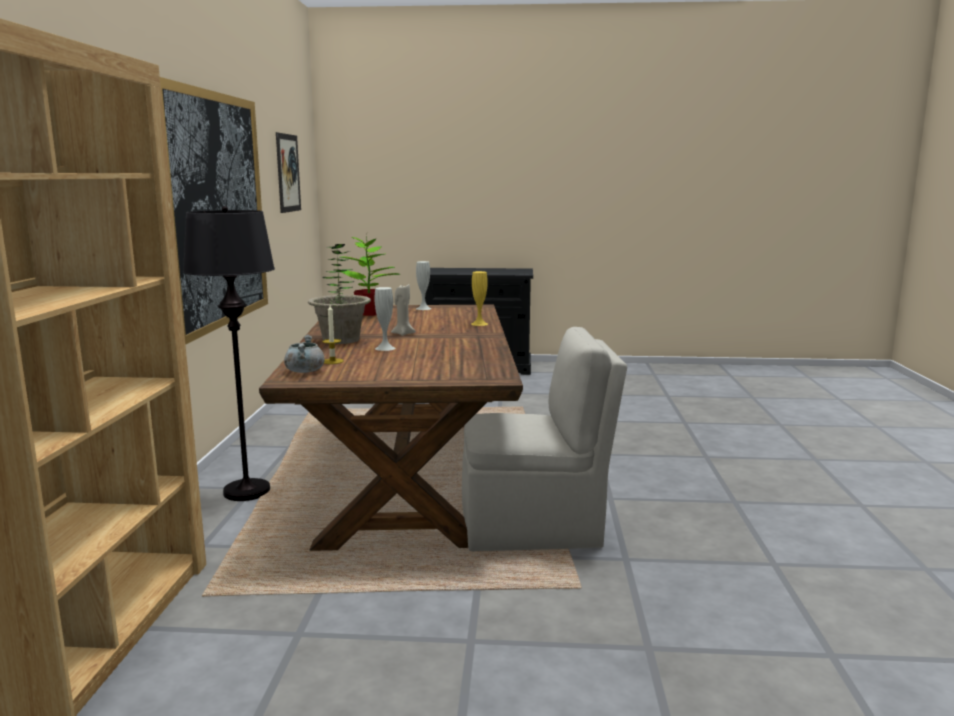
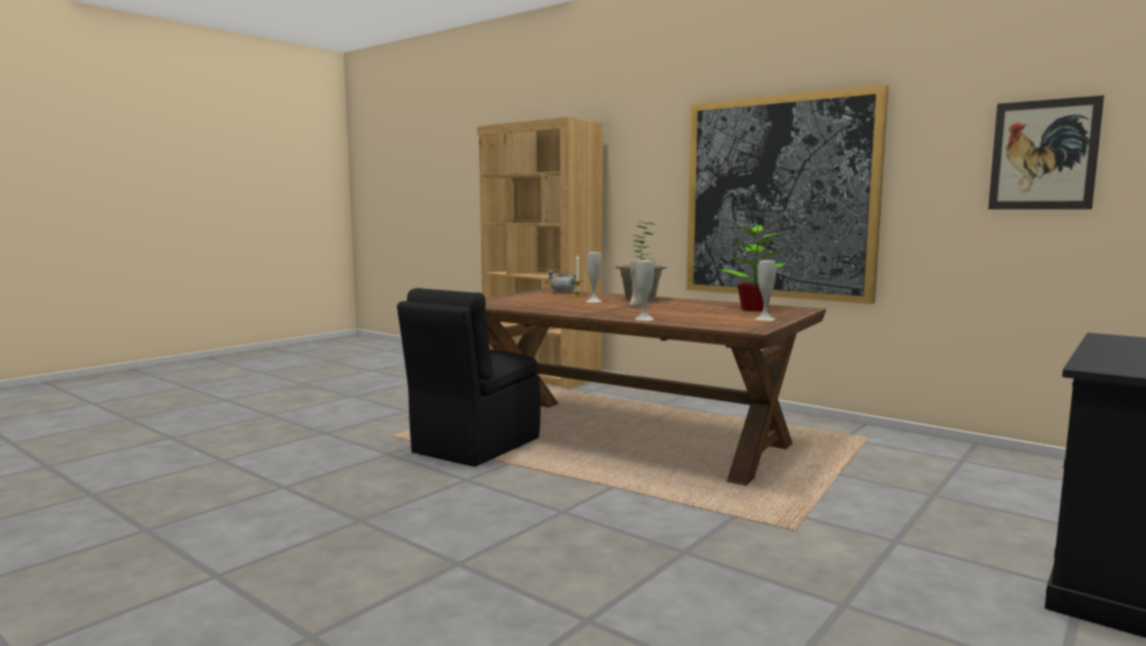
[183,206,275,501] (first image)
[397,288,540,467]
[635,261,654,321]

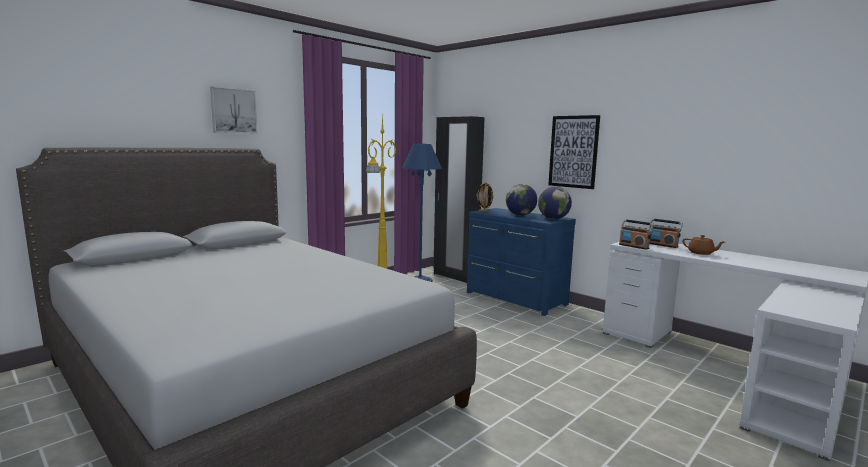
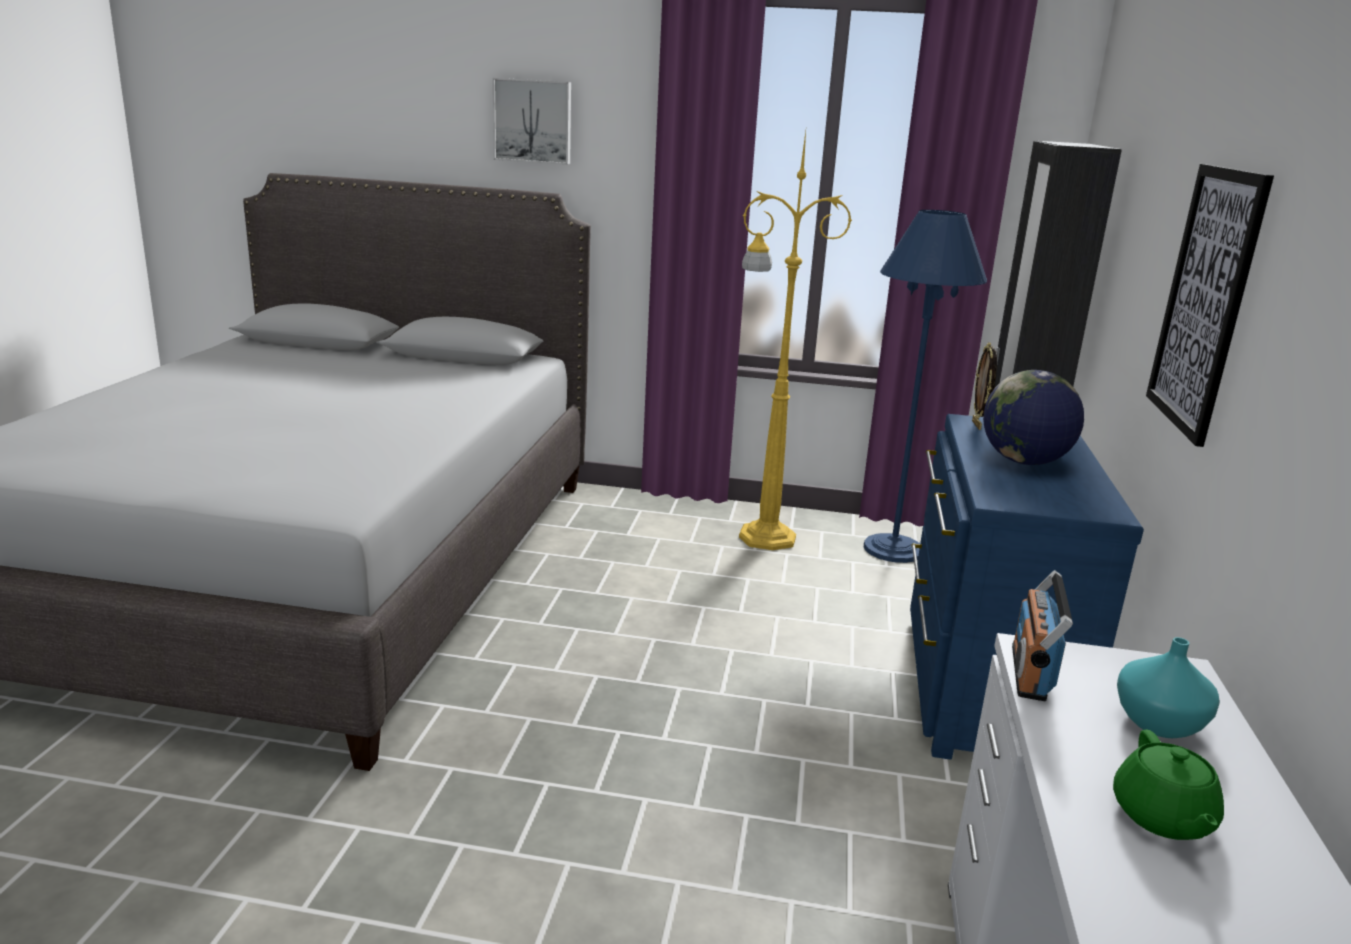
[538,186,572,219] (first image)
[1117,637,1220,738]
[1113,730,1224,840]

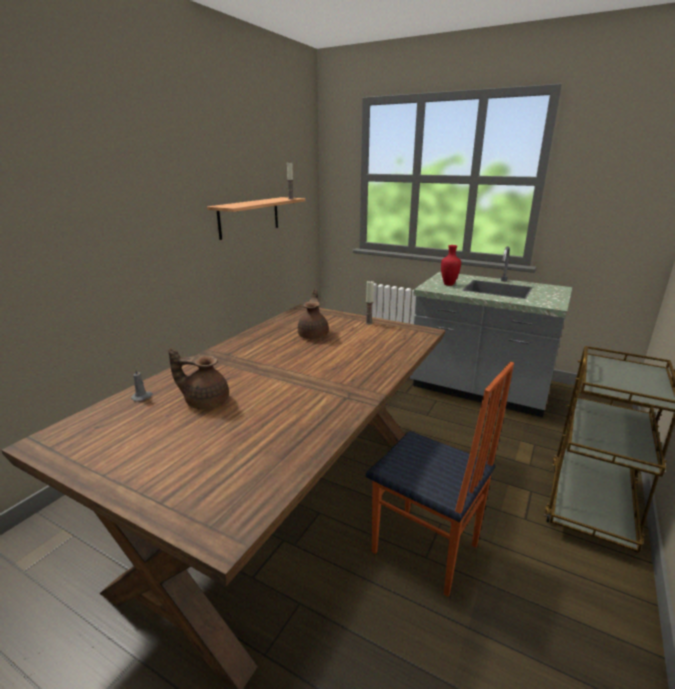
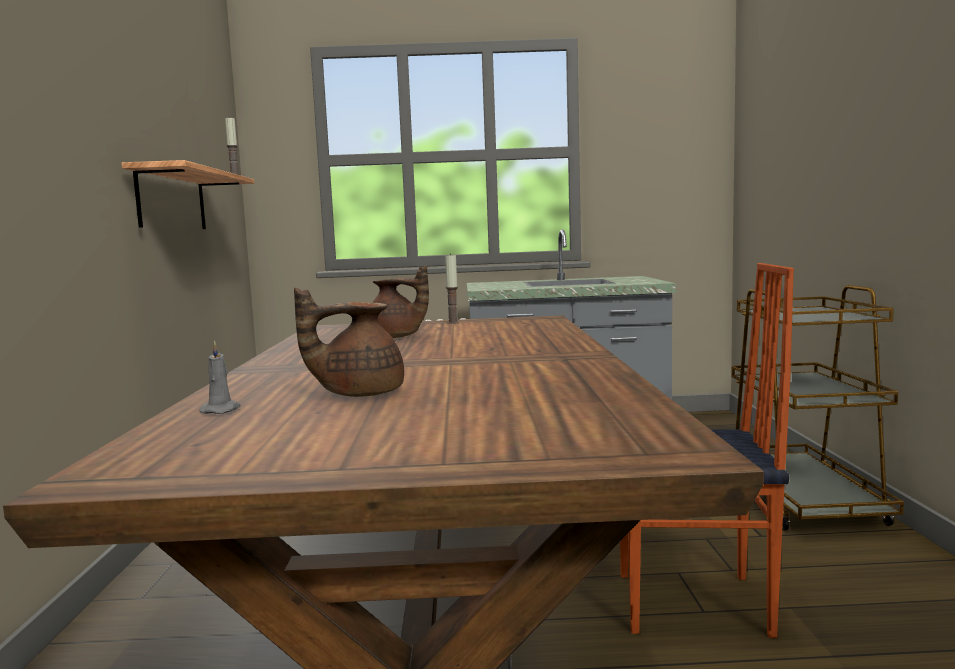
[441,245,461,286] (first image)
[372,265,429,338]

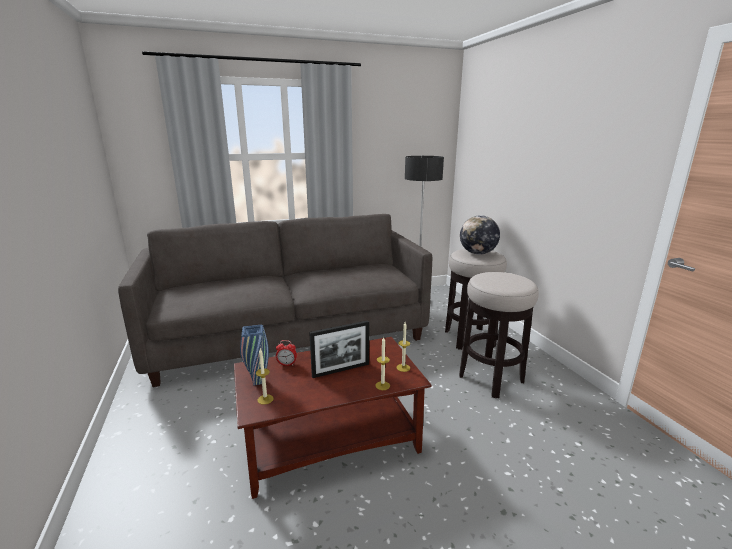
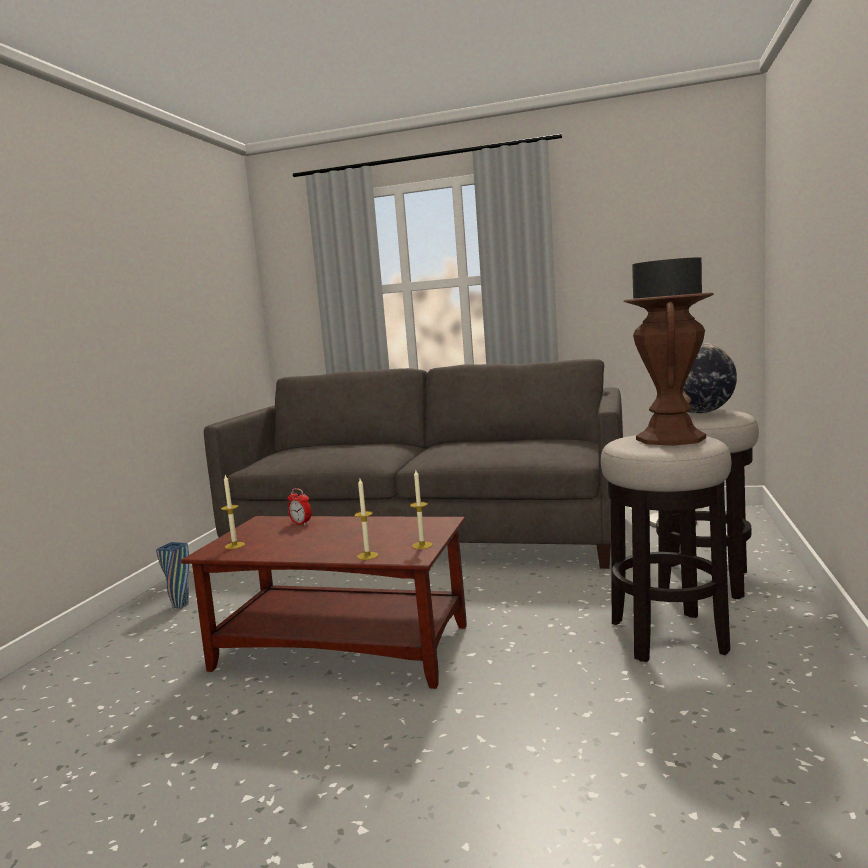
[309,320,369,378] (first image)
[623,292,714,446]
[156,542,189,609]

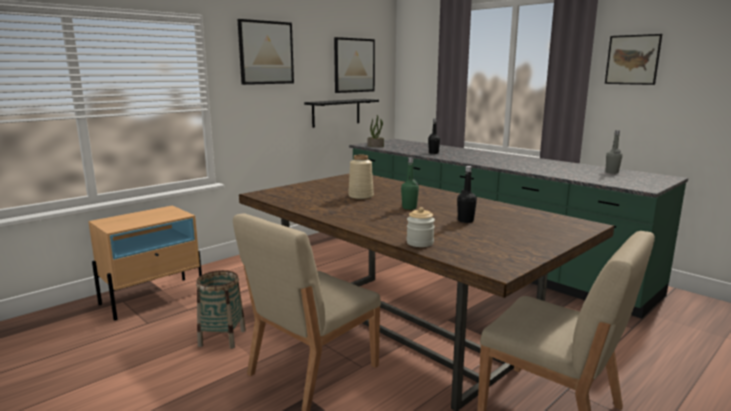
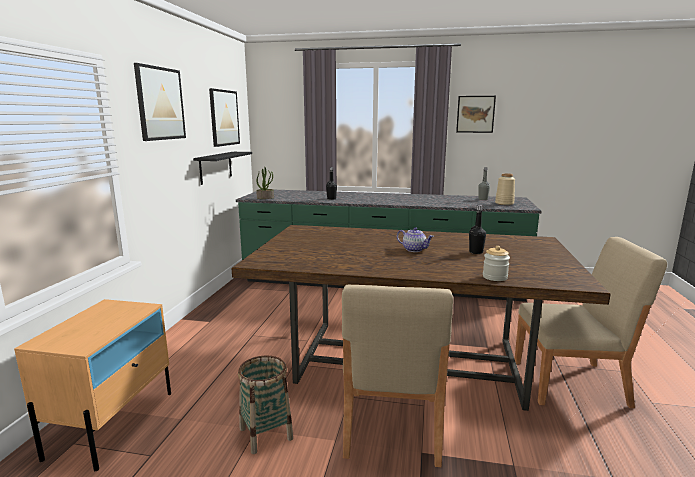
[495,173,515,205]
[397,227,434,252]

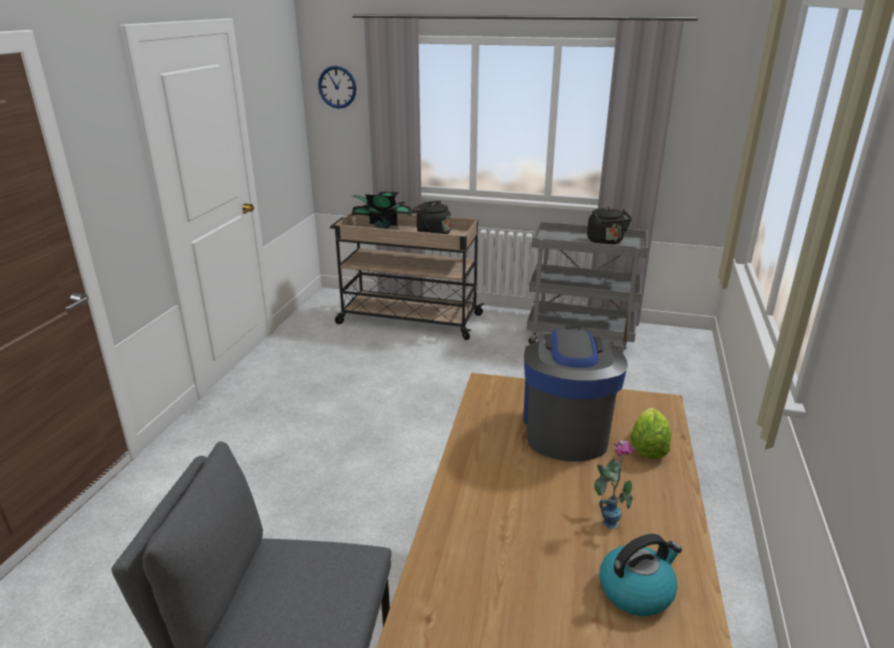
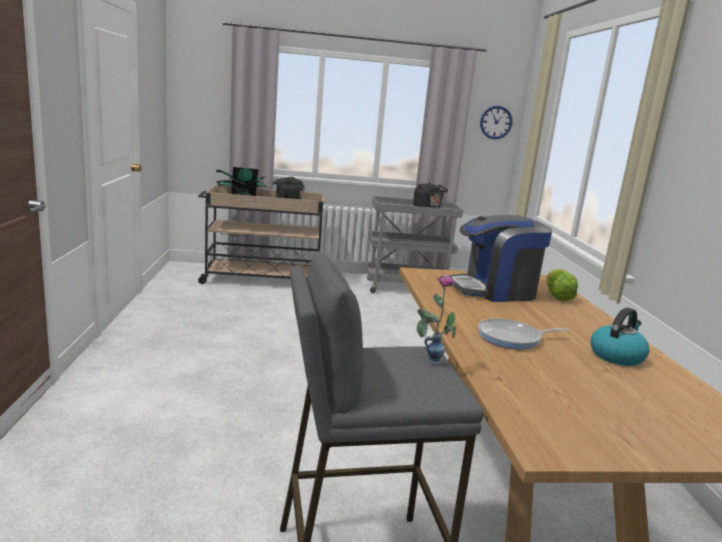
[478,318,569,349]
[480,106,512,139]
[417,275,456,364]
[449,215,552,302]

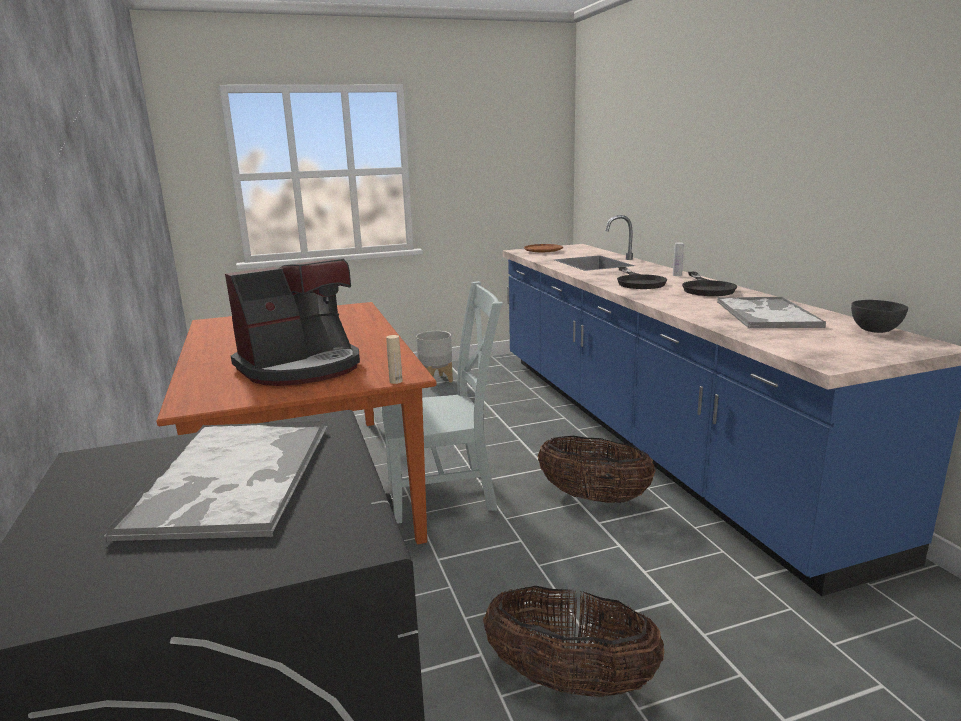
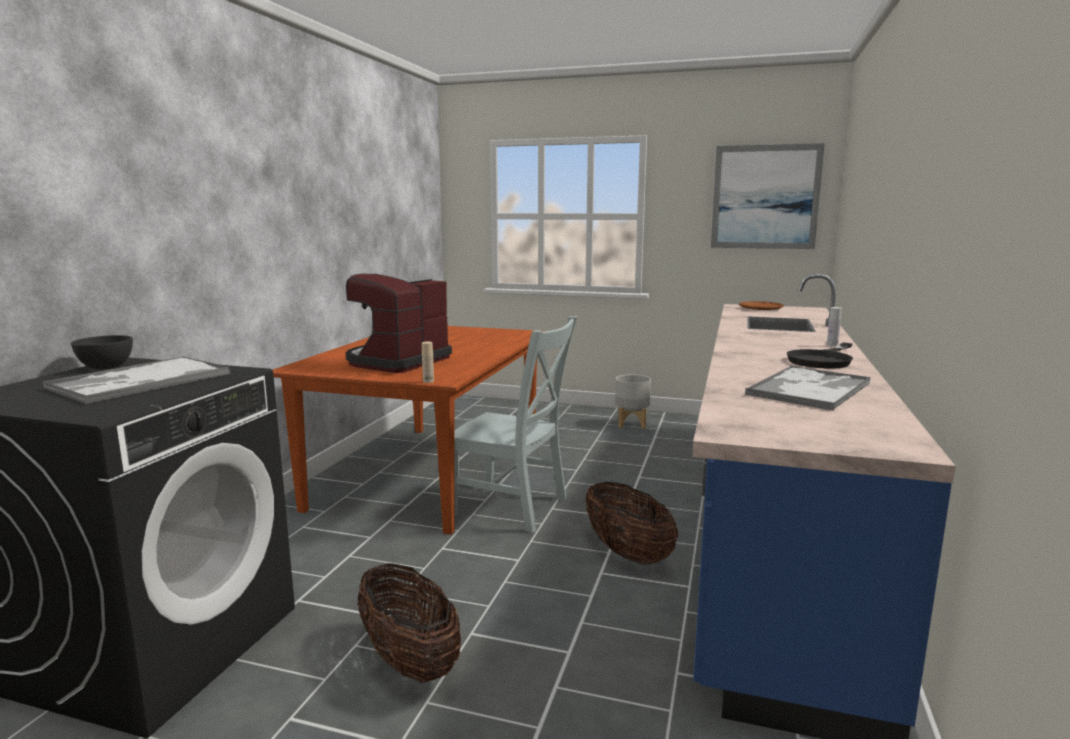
[617,267,668,289] (first image)
[711,143,825,249]
[71,335,133,369]
[346,274,452,373]

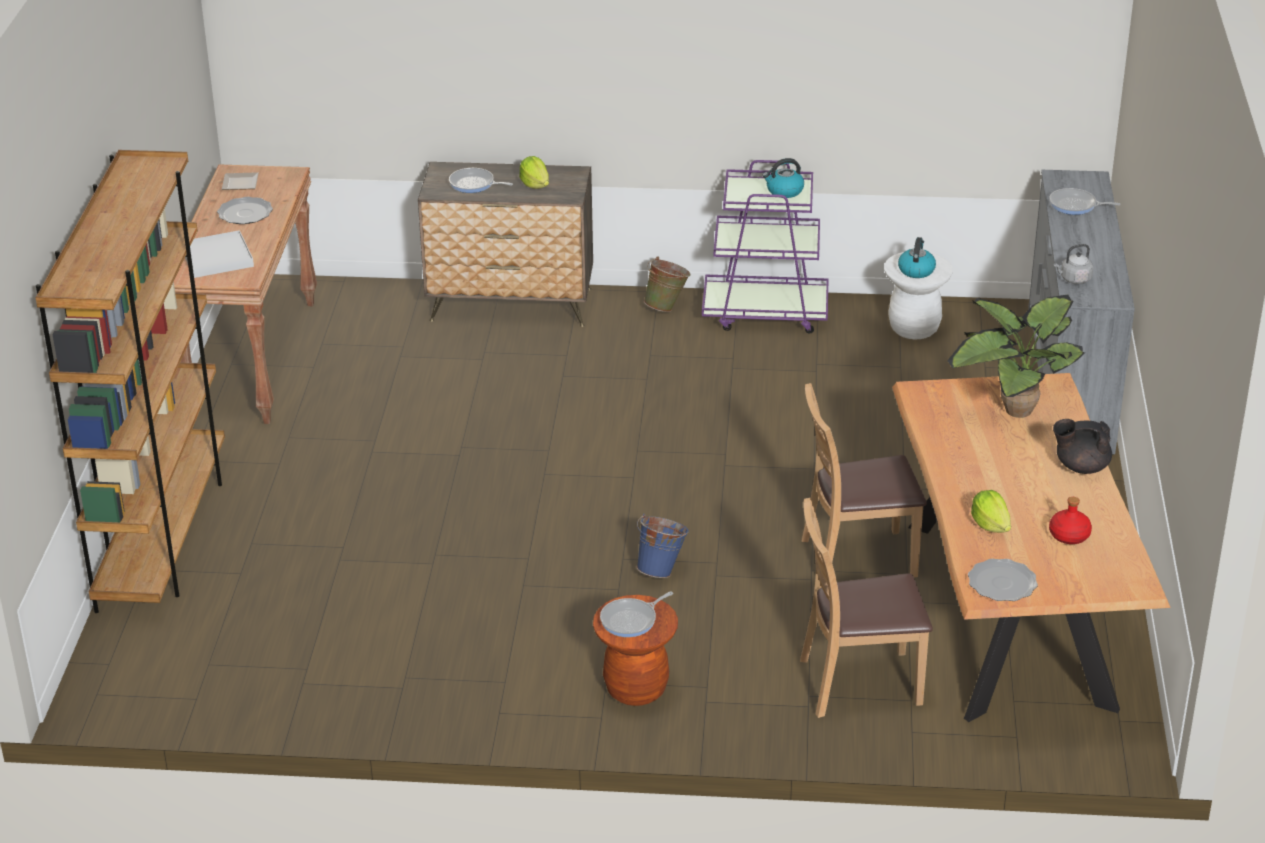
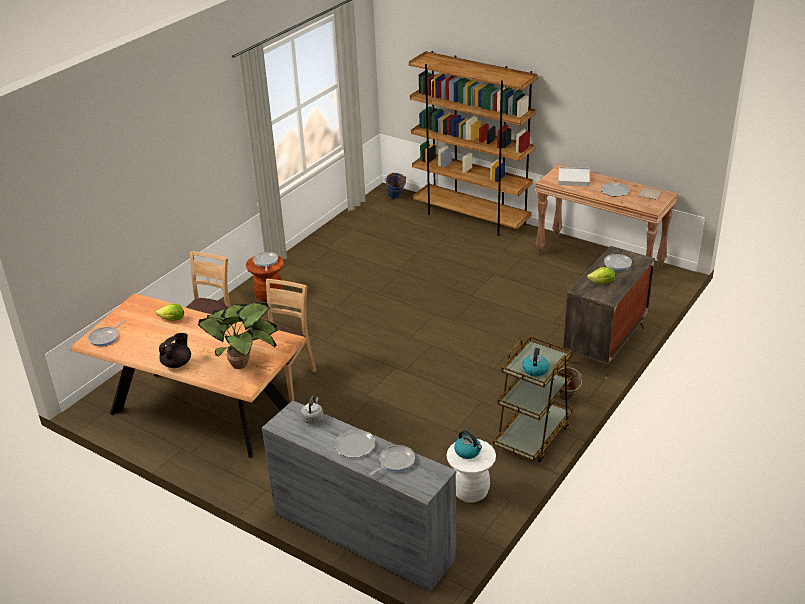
[1049,497,1092,544] (first image)
[88,320,126,346]
[385,173,406,199]
[334,429,376,458]
[493,336,573,463]

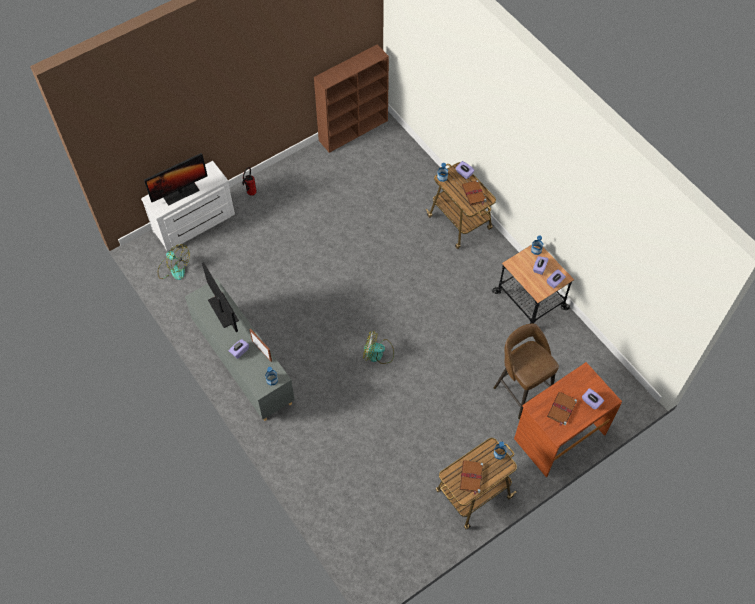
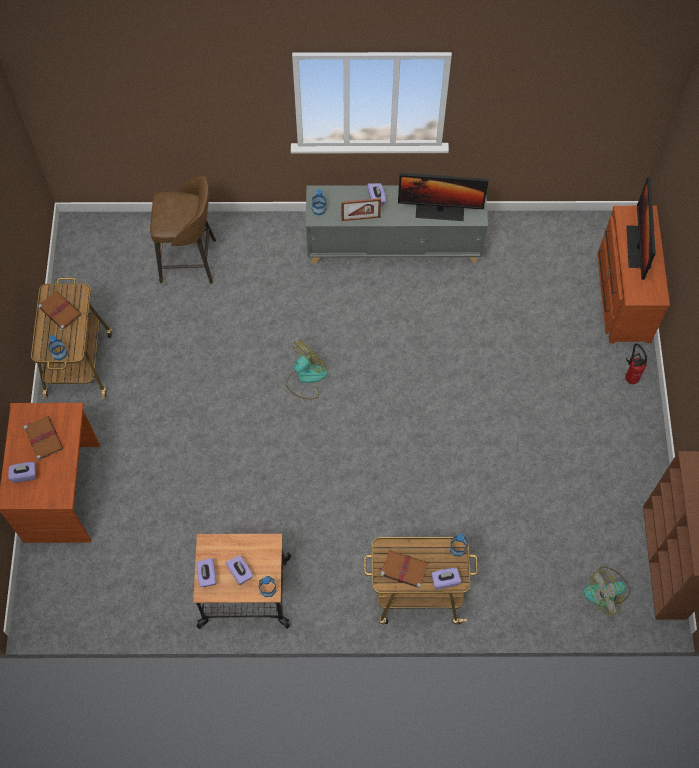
[583,566,630,615]
[150,176,216,284]
[597,206,670,343]

